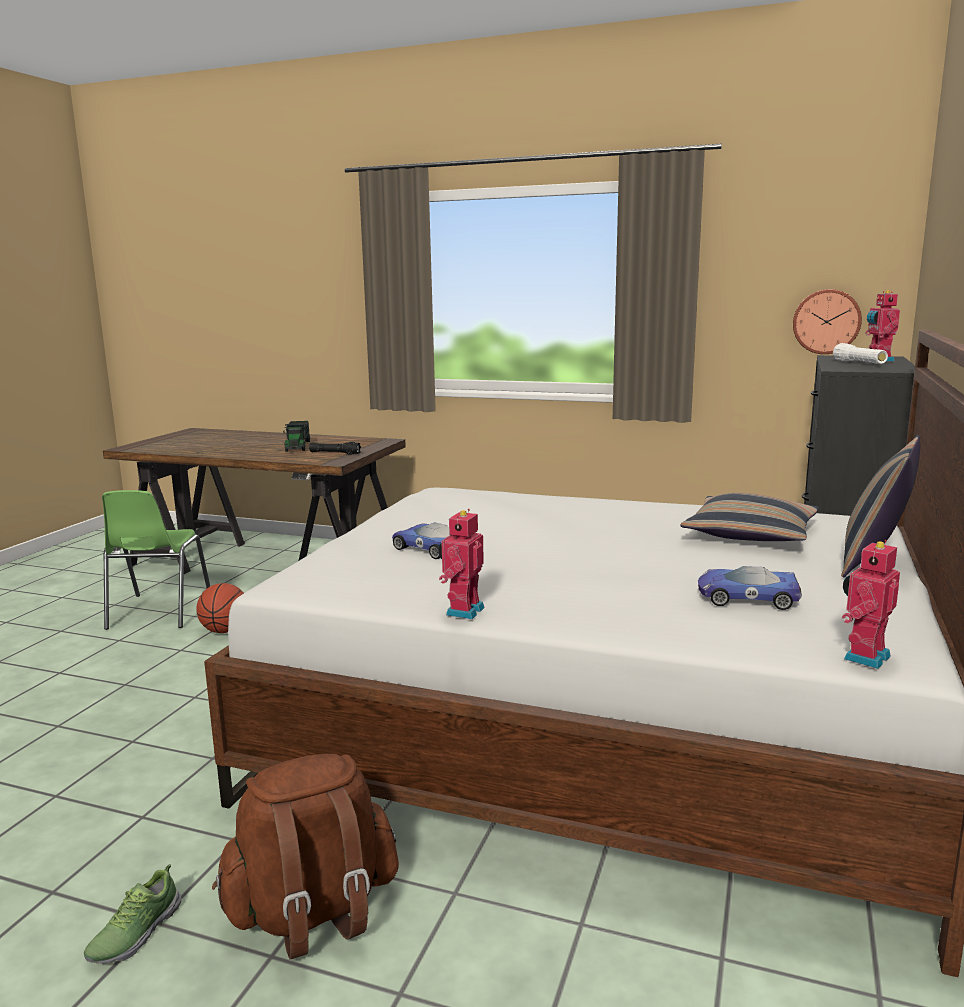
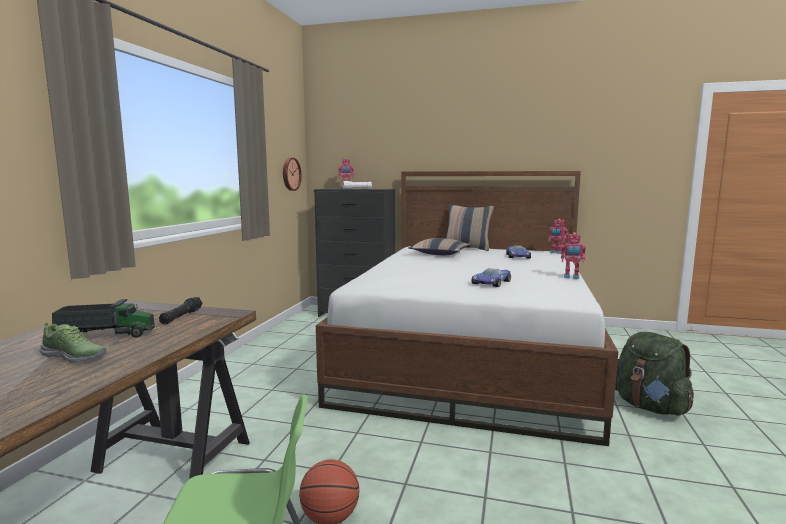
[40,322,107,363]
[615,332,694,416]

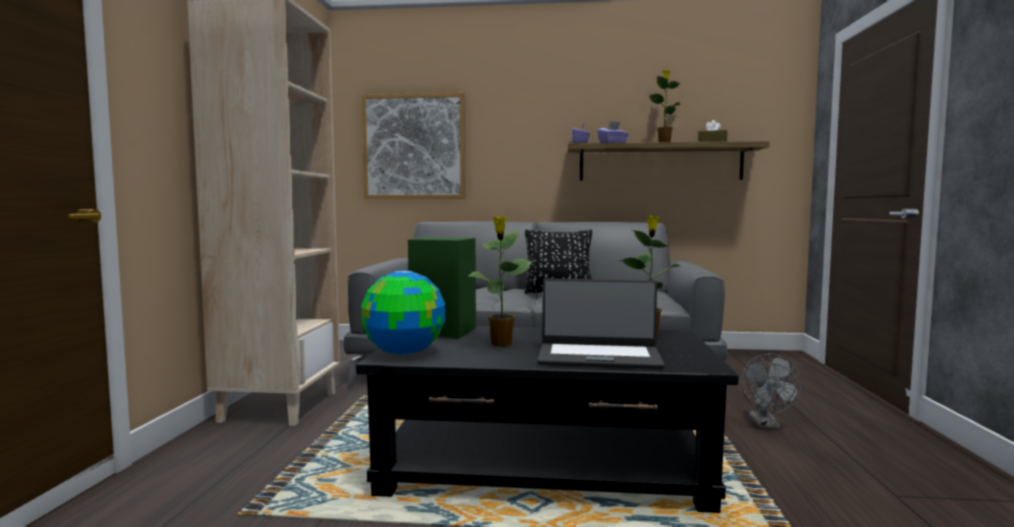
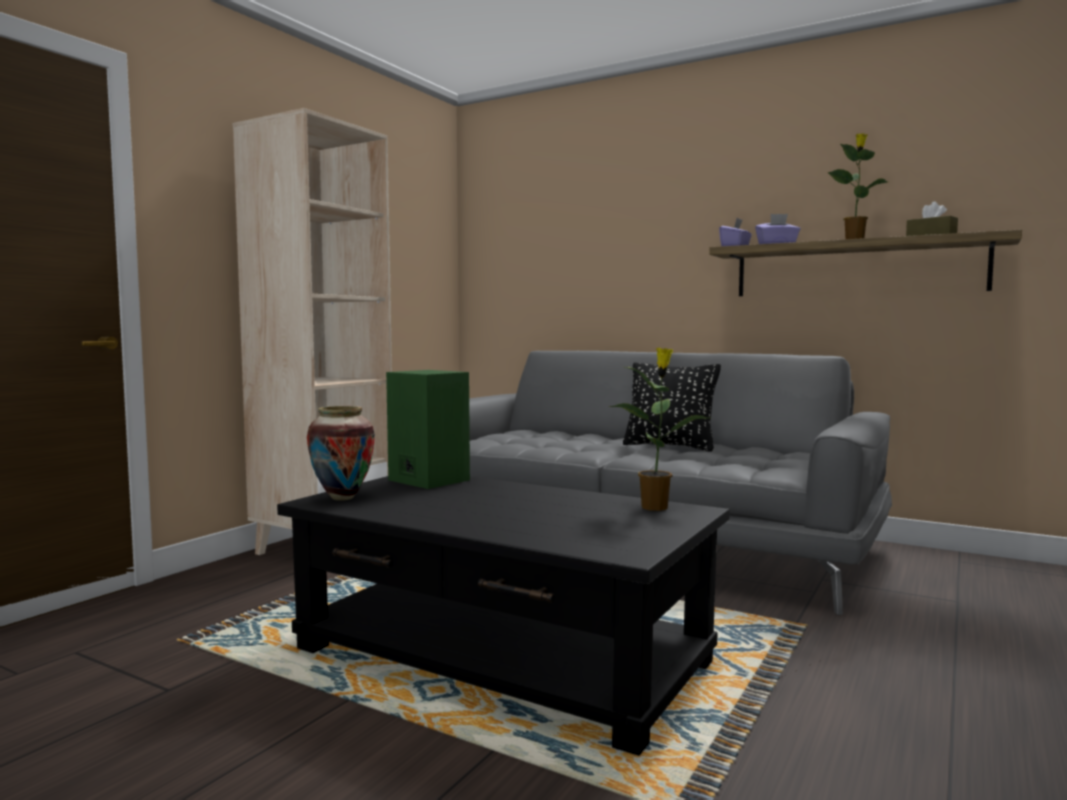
[362,93,465,199] (first image)
[468,216,532,346] (first image)
[538,279,665,369] (first image)
[741,353,802,429] (first image)
[307,406,375,501]

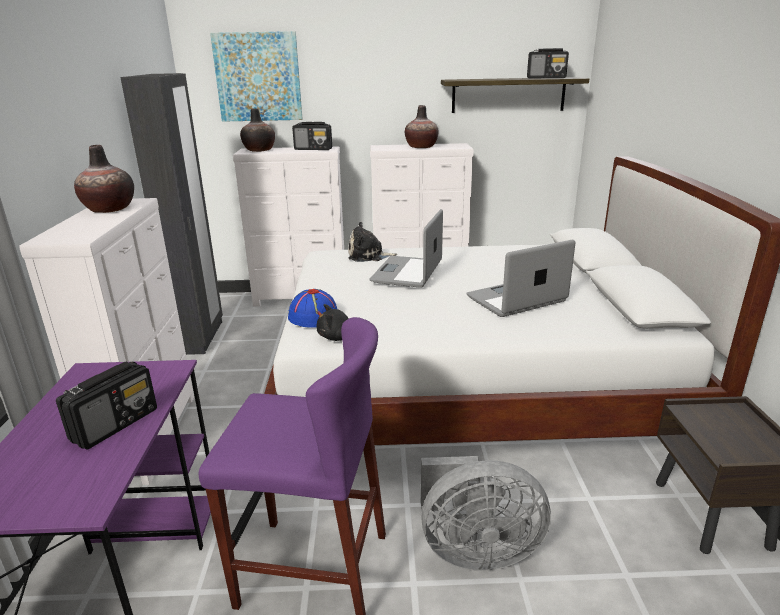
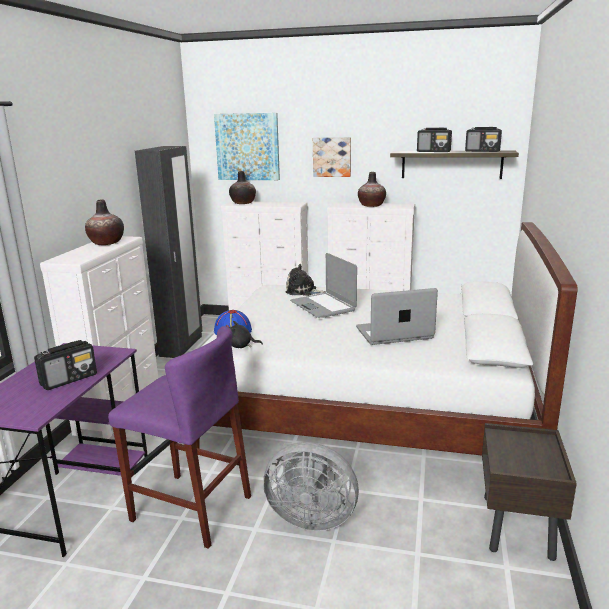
[313,137,351,177]
[417,128,452,152]
[290,253,357,318]

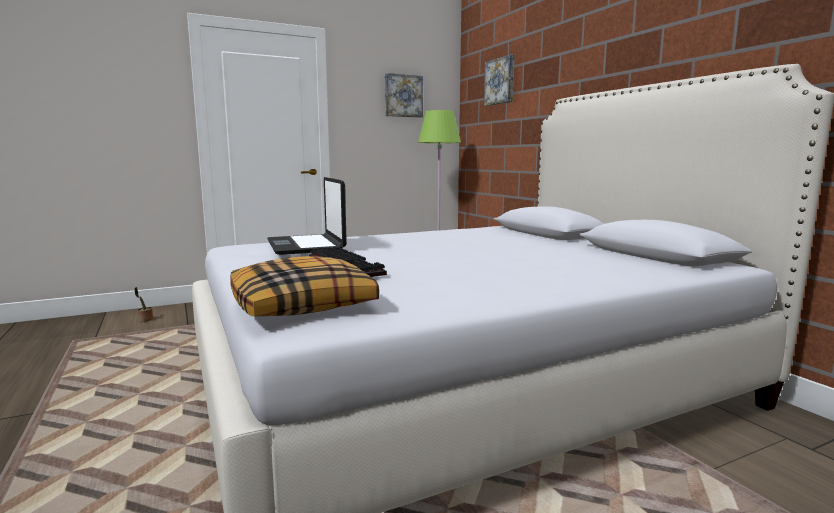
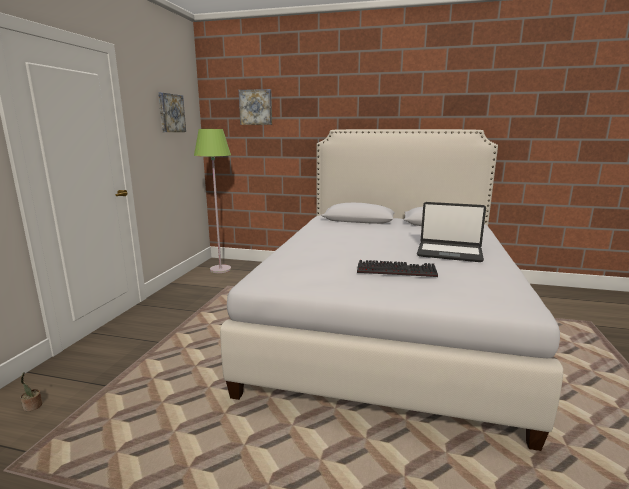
[230,256,379,317] (first image)
[417,202,486,262]

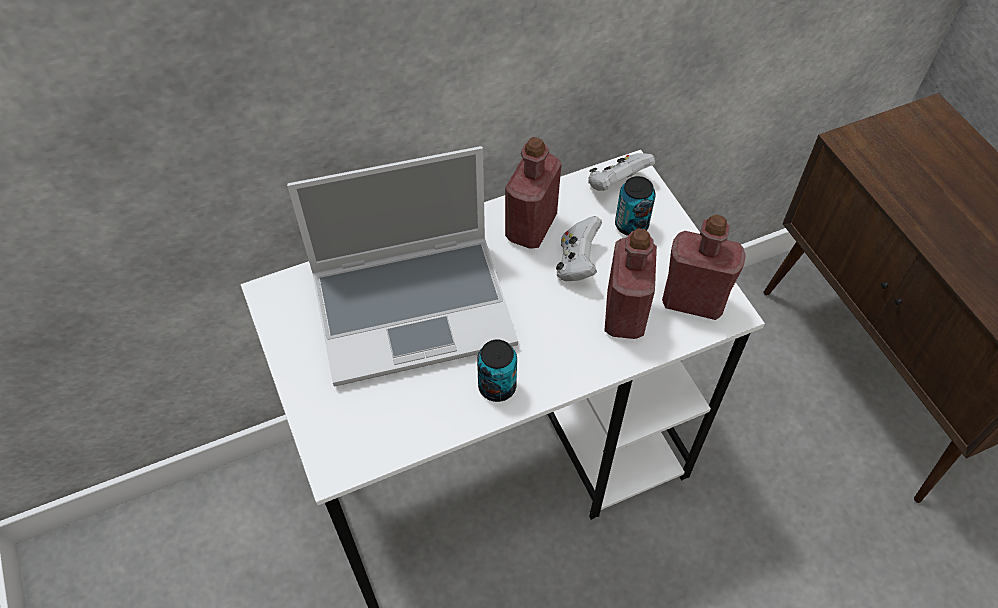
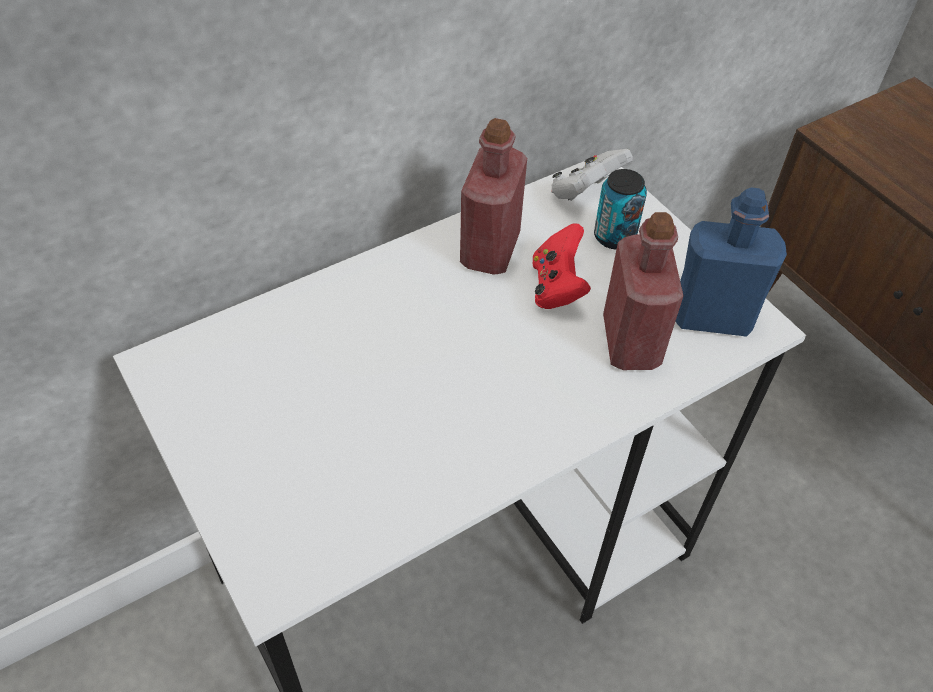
[287,146,518,386] (first image)
[477,339,517,402] (first image)
[532,224,591,309]
[676,188,787,337]

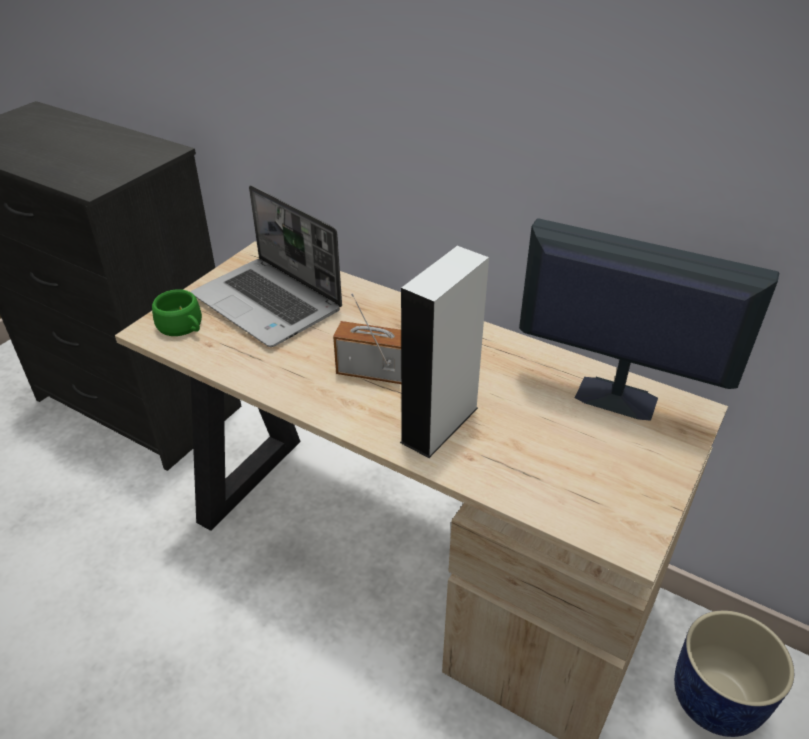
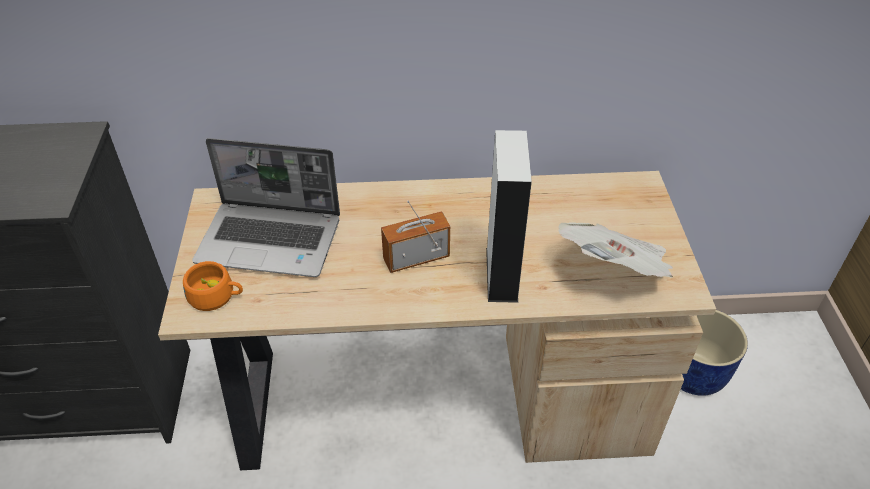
[519,218,779,421] (first image)
[558,222,673,278]
[183,261,243,311]

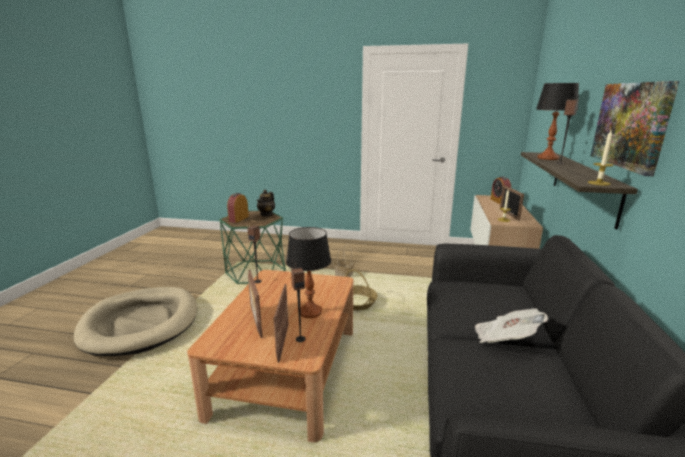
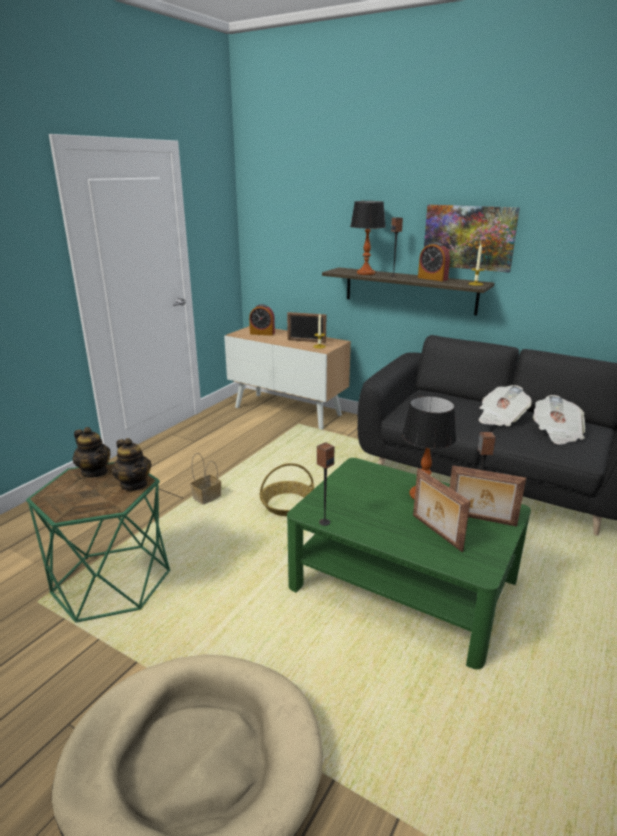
[112,438,151,491]
[533,395,585,445]
[418,242,450,281]
[287,458,531,669]
[413,468,470,552]

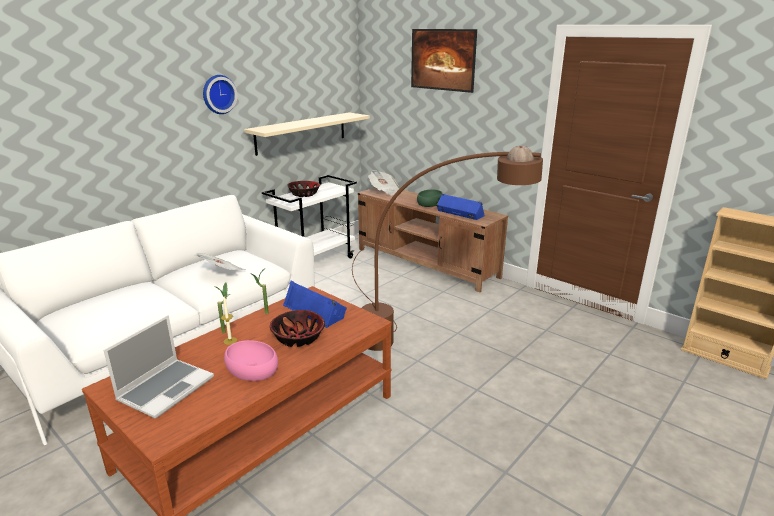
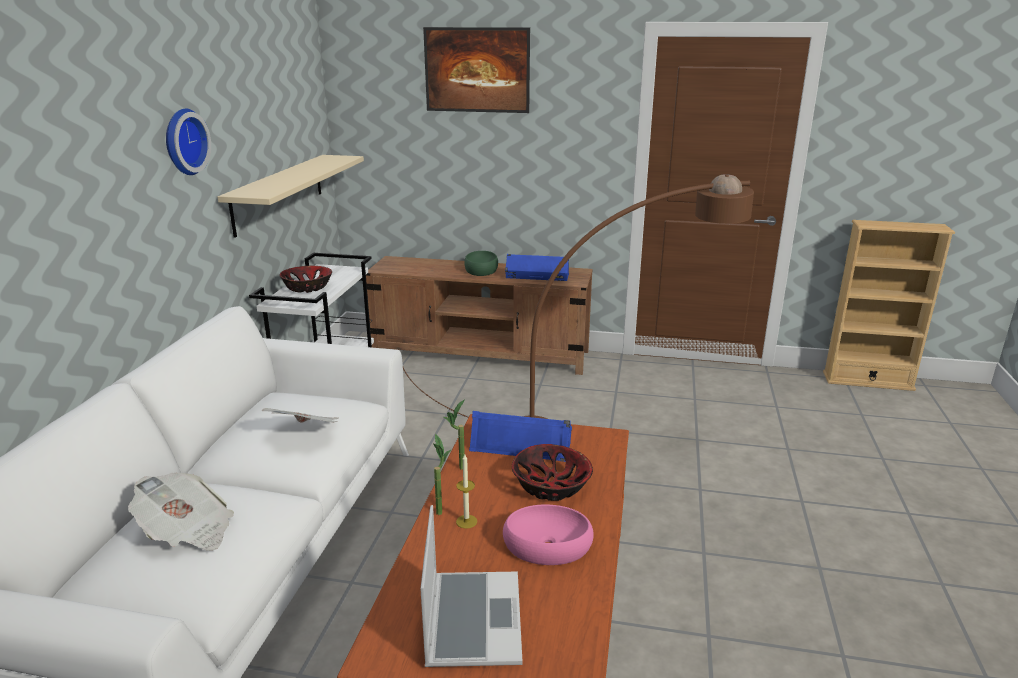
[128,473,234,551]

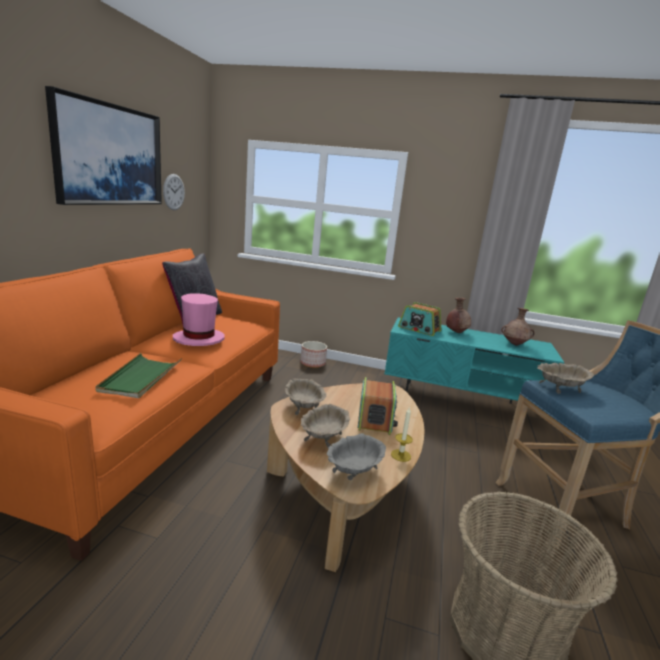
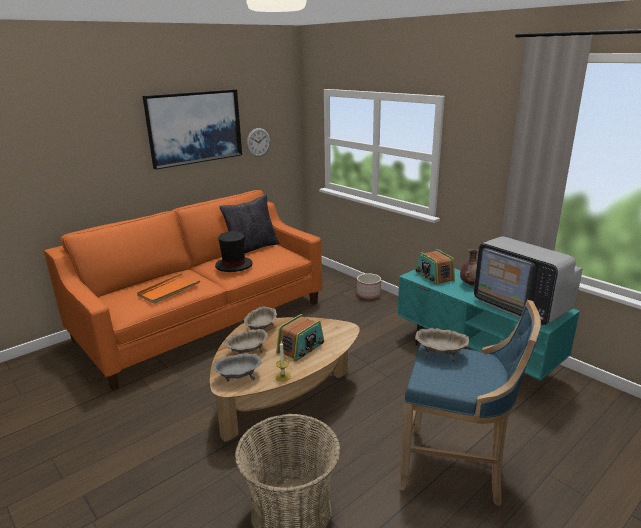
[474,236,582,325]
[137,273,200,304]
[215,231,253,272]

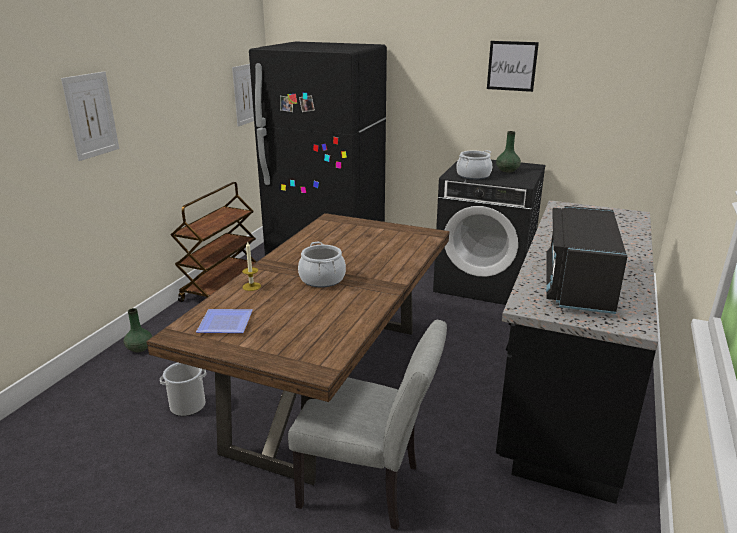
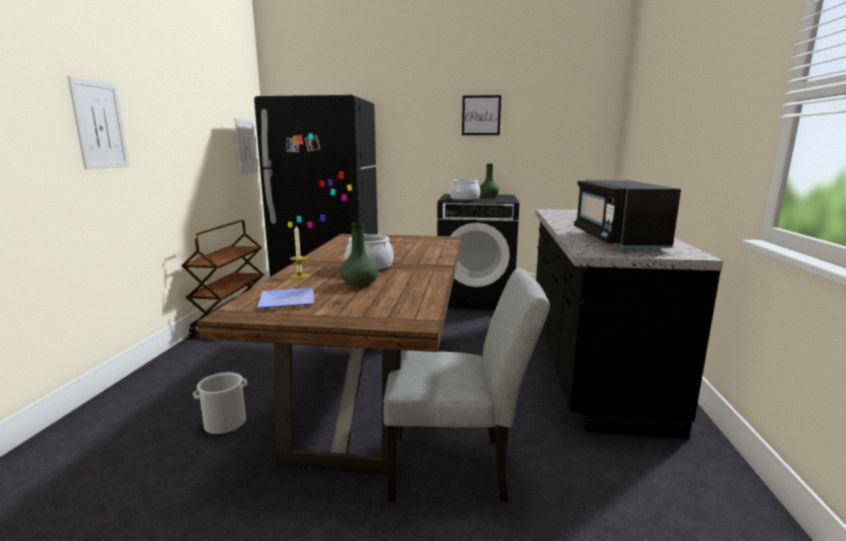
[340,223,379,288]

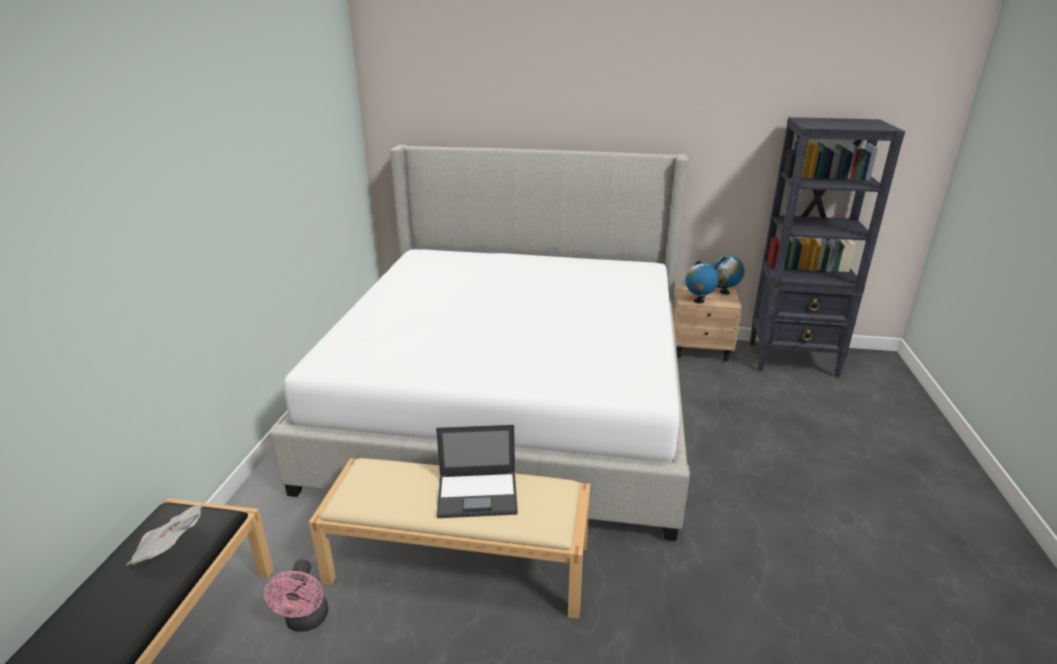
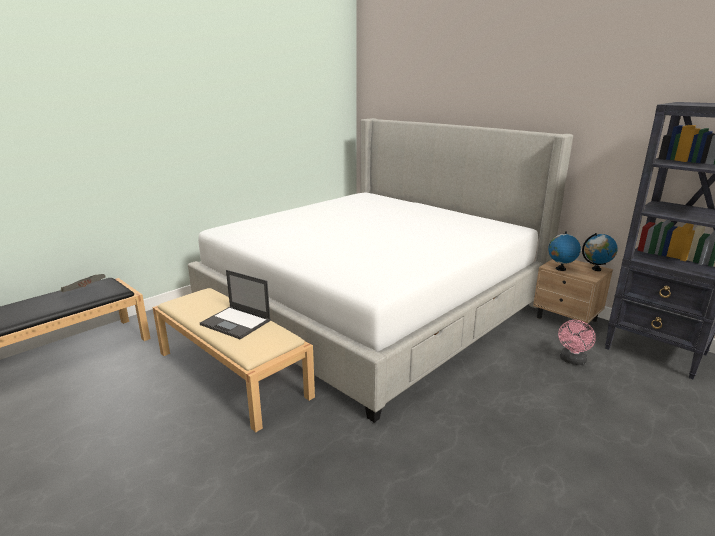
[558,320,596,365]

